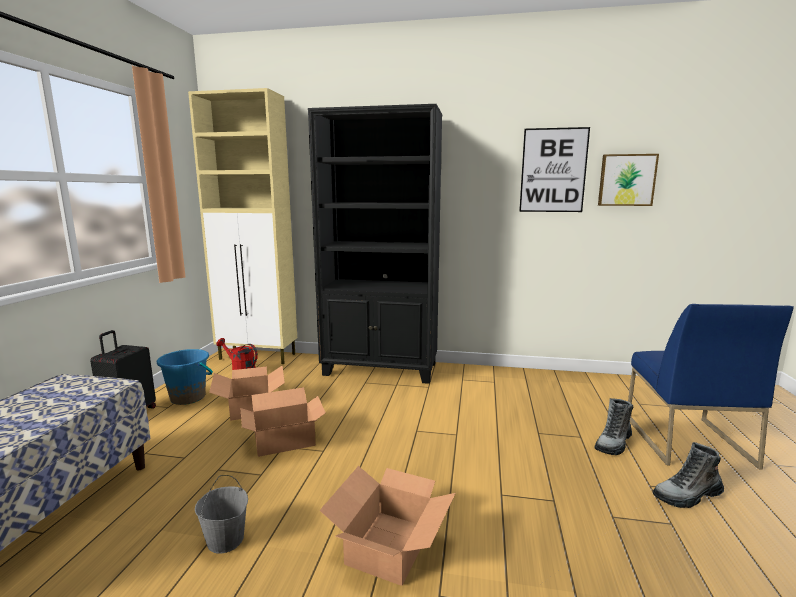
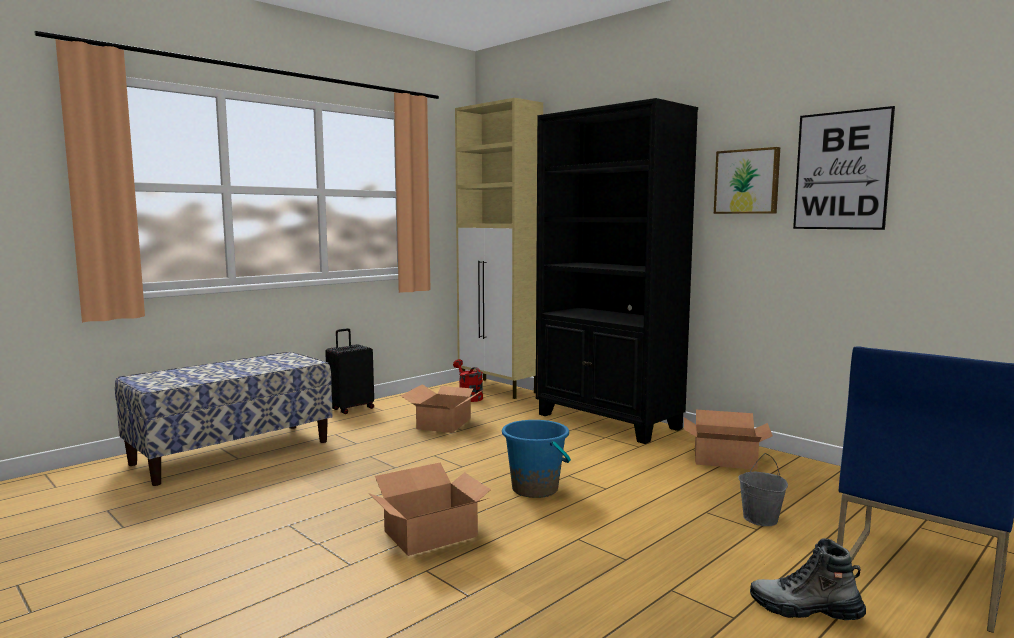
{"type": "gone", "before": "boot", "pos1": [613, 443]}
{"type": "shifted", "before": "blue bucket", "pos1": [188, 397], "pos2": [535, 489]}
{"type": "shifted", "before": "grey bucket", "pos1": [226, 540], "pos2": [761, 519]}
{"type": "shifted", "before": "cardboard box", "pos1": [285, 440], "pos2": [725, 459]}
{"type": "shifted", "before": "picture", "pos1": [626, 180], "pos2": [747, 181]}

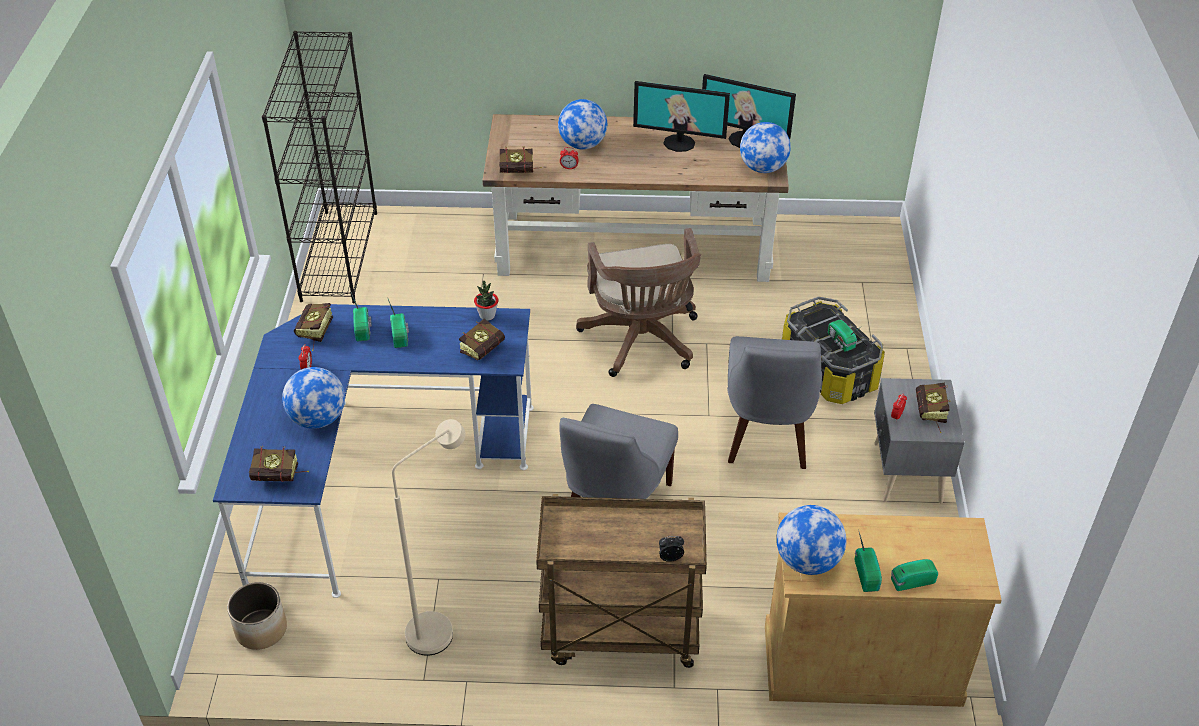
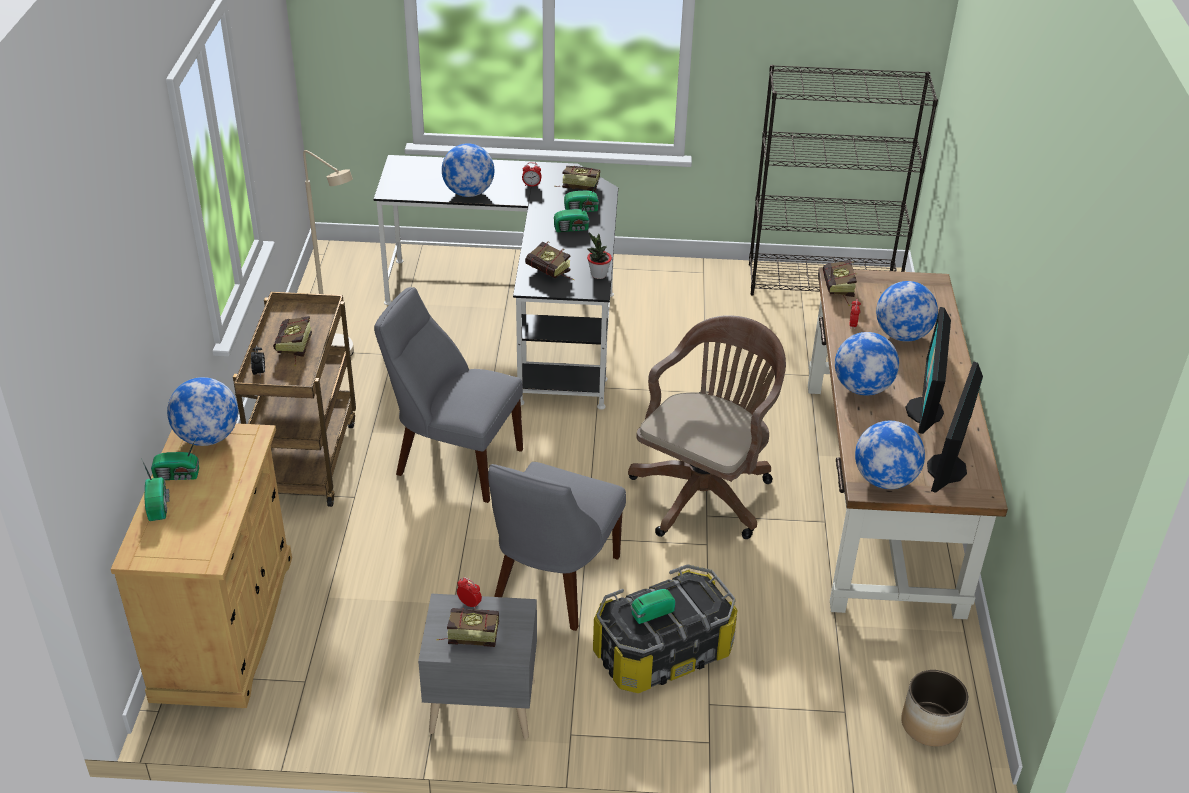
{"type": "new", "after": "globe", "pos2": [862, 388]}
{"type": "shifted", "before": "planter", "pos1": [262, 629], "pos2": [930, 725]}
{"type": "shifted", "before": "book", "pos1": [281, 476], "pos2": [293, 350]}
{"type": "repainted", "before": "blue desk", "after": "black desk", "pos1": [373, 471], "pos2": [522, 315]}
{"type": "rotated", "before": "brown office chair", "pos1": [642, 342], "pos2": [705, 490], "turn": 135}
{"type": "rotated", "before": "grey chair", "pos1": [767, 435], "pos2": [552, 584], "turn": -75}

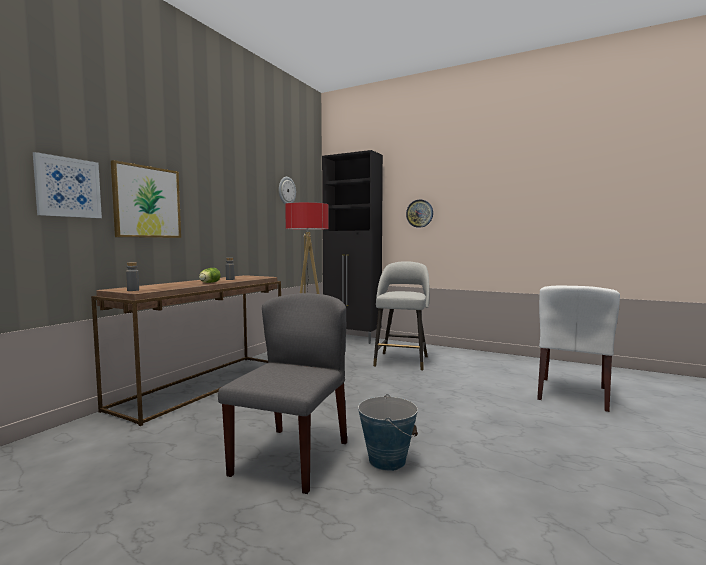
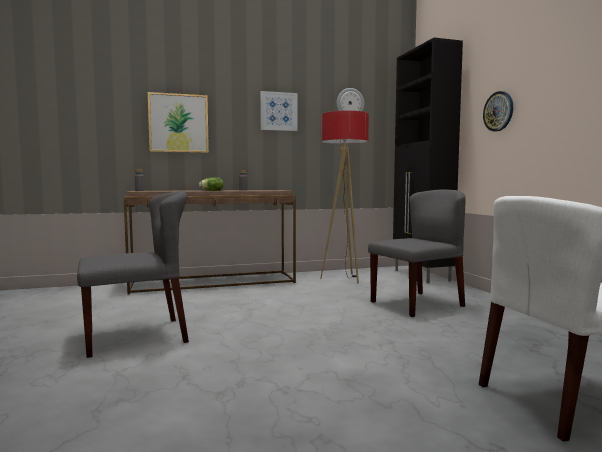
{"type": "gone", "before": "bucket", "pos1": [387, 460]}
{"type": "shifted", "before": "picture", "pos1": [68, 187], "pos2": [278, 111]}
{"type": "swapped", "before": "grey stool", "after": "grey chair", "pos1": [402, 361], "pos2": [417, 303]}

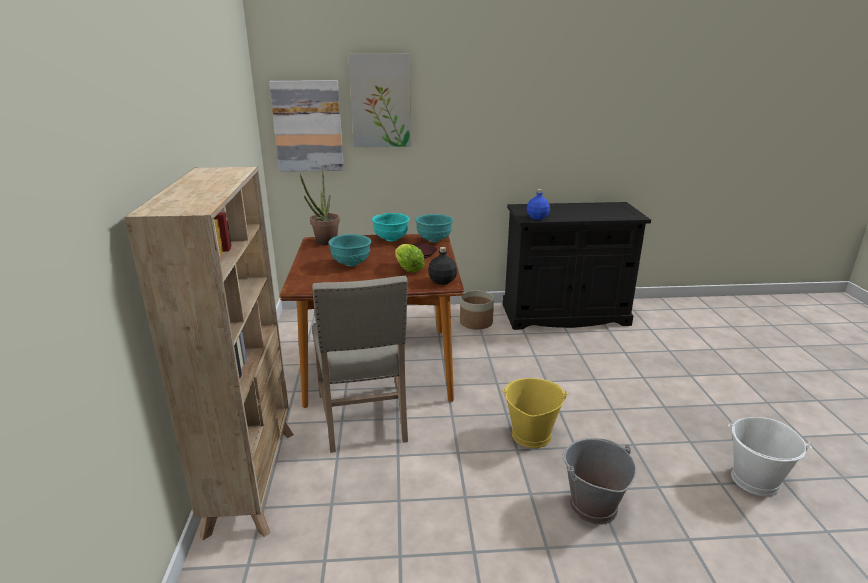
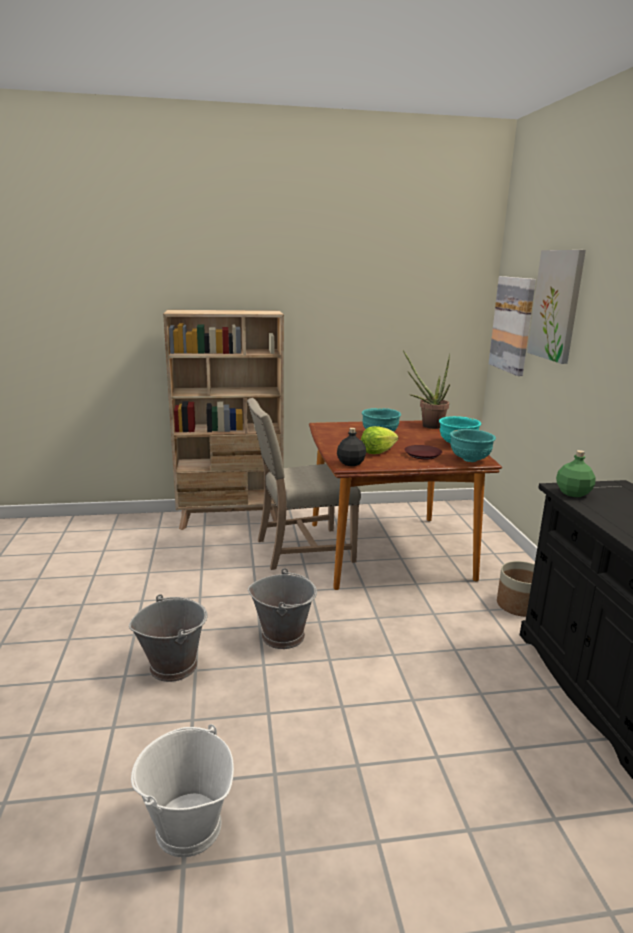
{"type": "repainted", "before": "yellow bucket", "after": "grey bucket", "pos1": [530, 435], "pos2": [283, 635]}
{"type": "repainted", "before": "blue bottle", "after": "green bottle", "pos1": [537, 217], "pos2": [573, 493]}

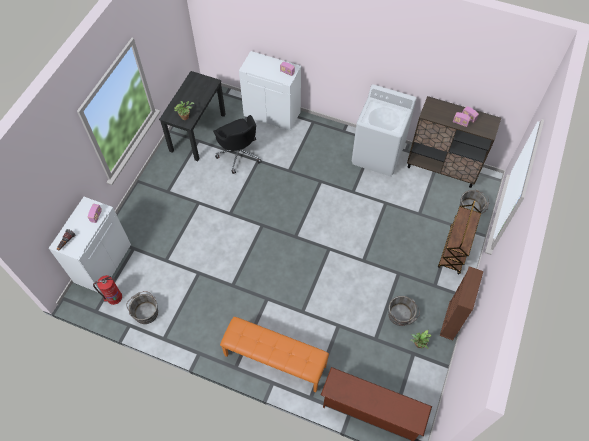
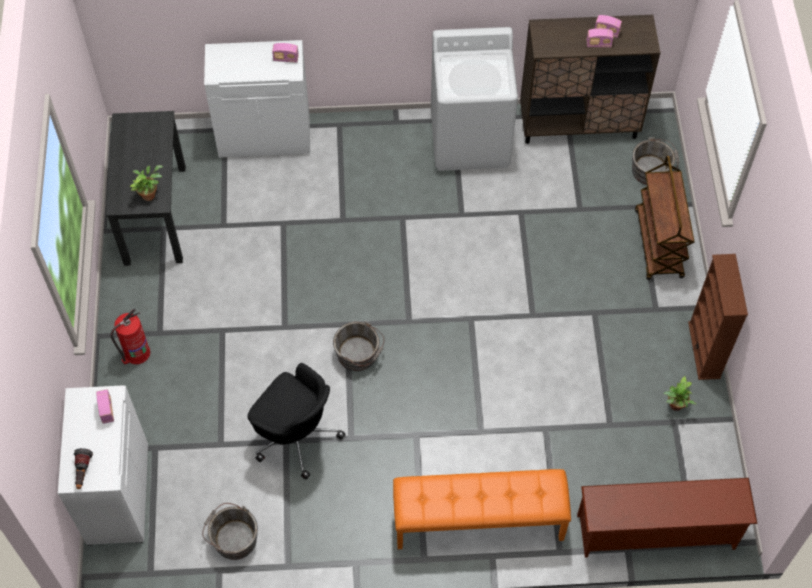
{"type": "shifted", "before": "fire extinguisher", "pos1": [114, 297], "pos2": [136, 353]}
{"type": "shifted", "before": "black office chair", "pos1": [239, 153], "pos2": [295, 435]}
{"type": "shifted", "before": "grey bucket", "pos1": [401, 315], "pos2": [359, 354]}

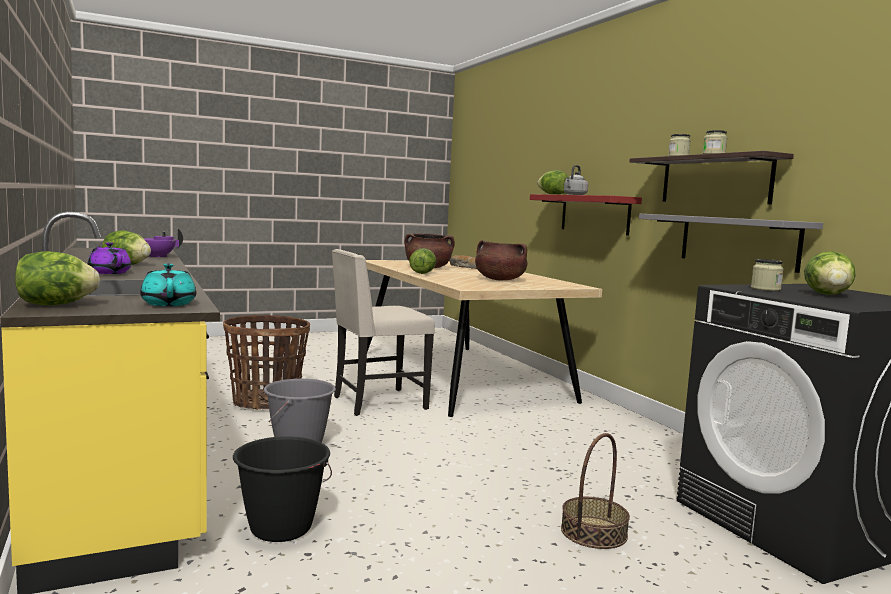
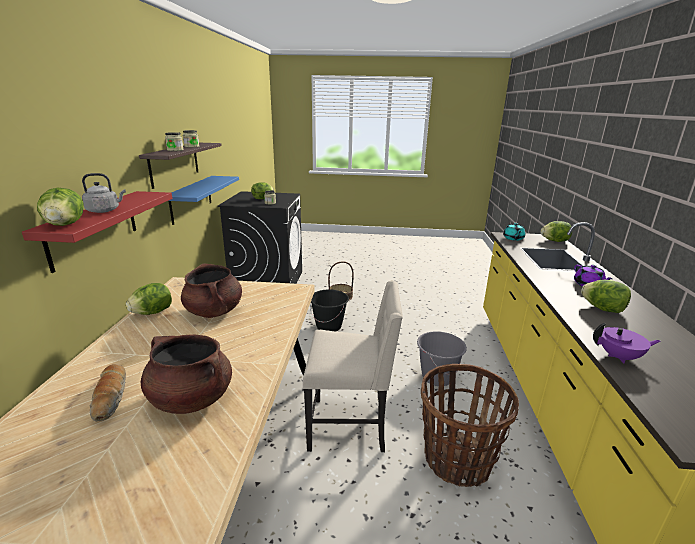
{"type": "shifted", "before": "black bucket", "pos1": [280, 528], "pos2": [329, 326]}
{"type": "shifted", "before": "lettuce", "pos1": [422, 273], "pos2": [153, 312]}
{"type": "repainted", "before": "grey shelf", "after": "blue shelf", "pos1": [738, 241], "pos2": [191, 198]}

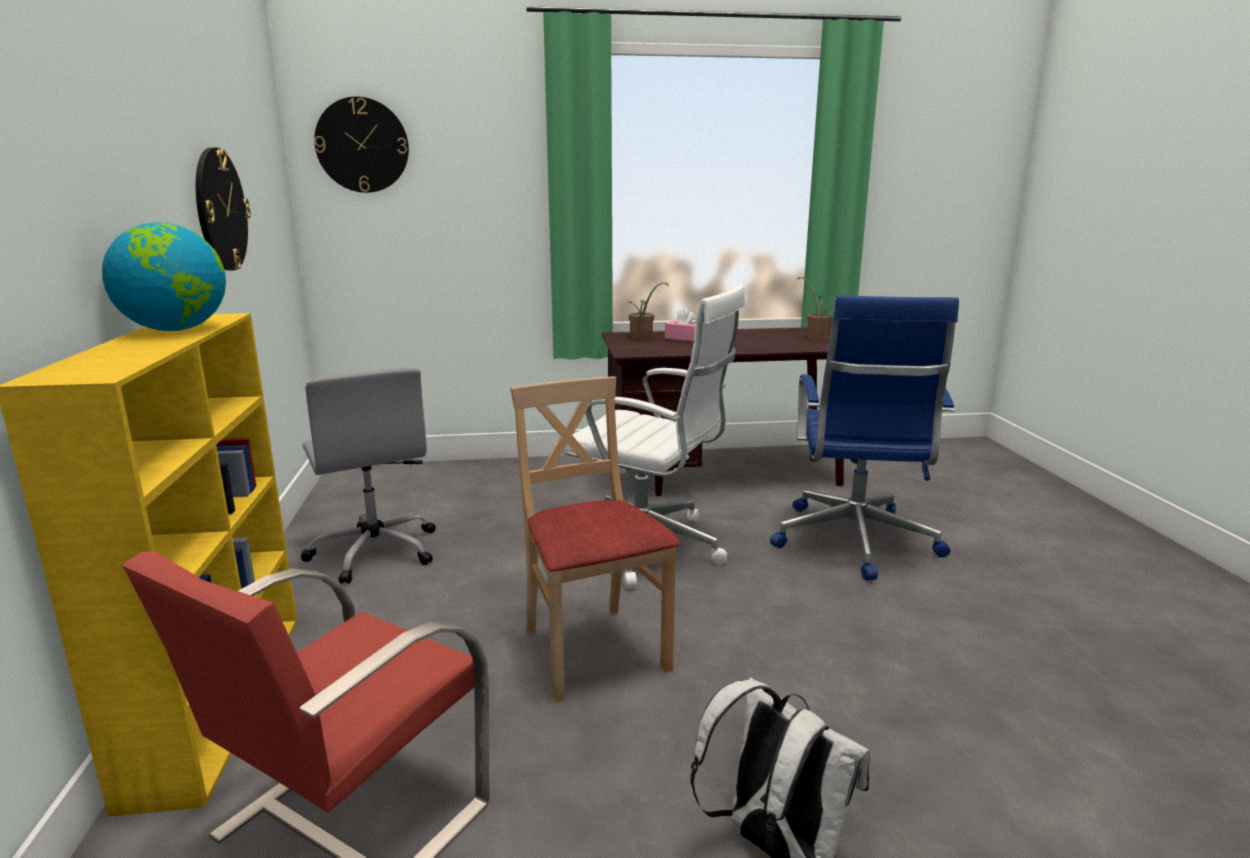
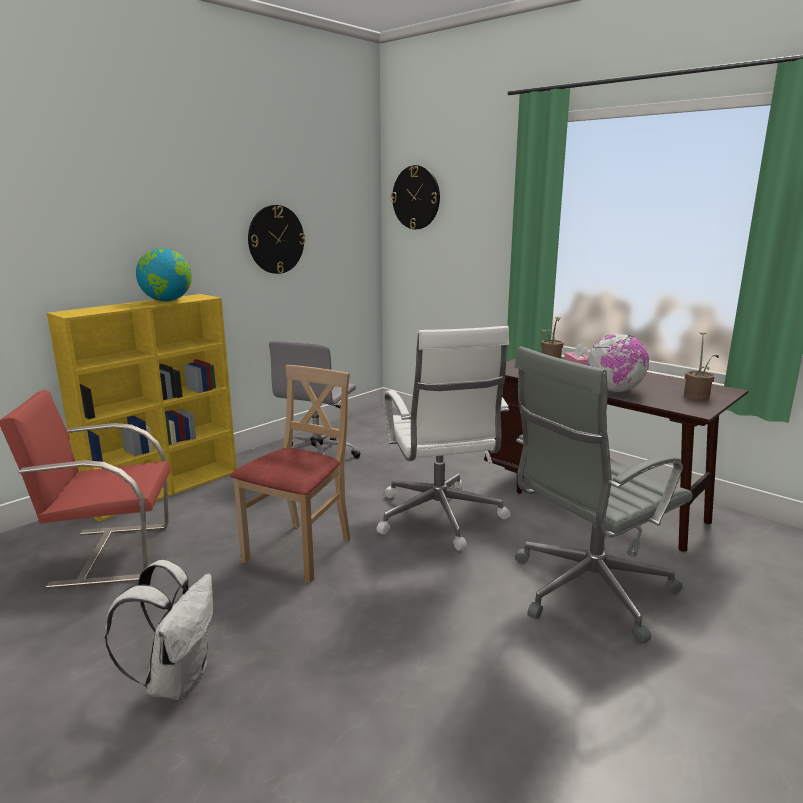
{"type": "new", "after": "globe", "pos2": [615, 390]}
{"type": "repainted", "before": "blue office chair", "after": "grey office chair", "pos1": [854, 542], "pos2": [586, 591]}

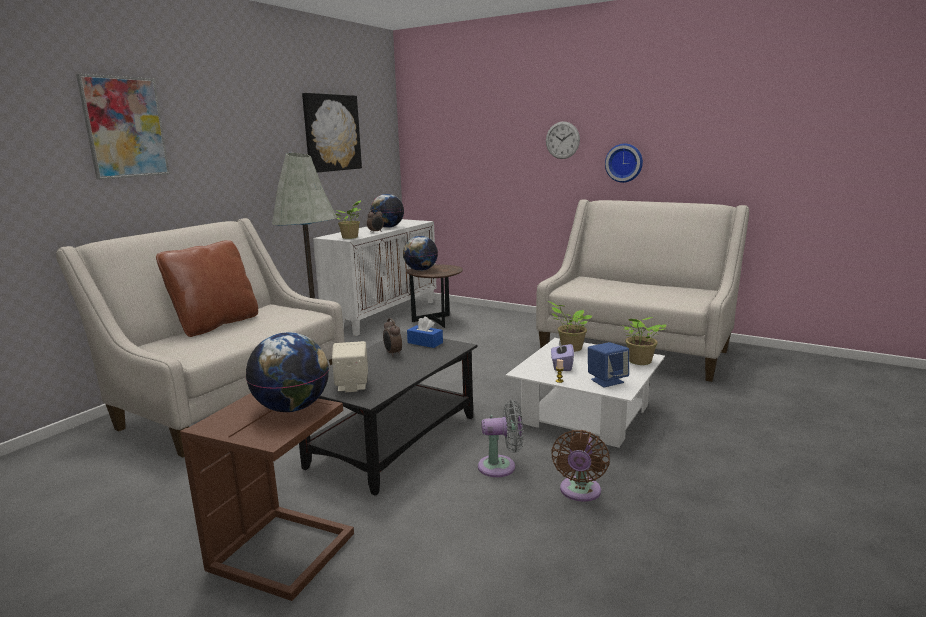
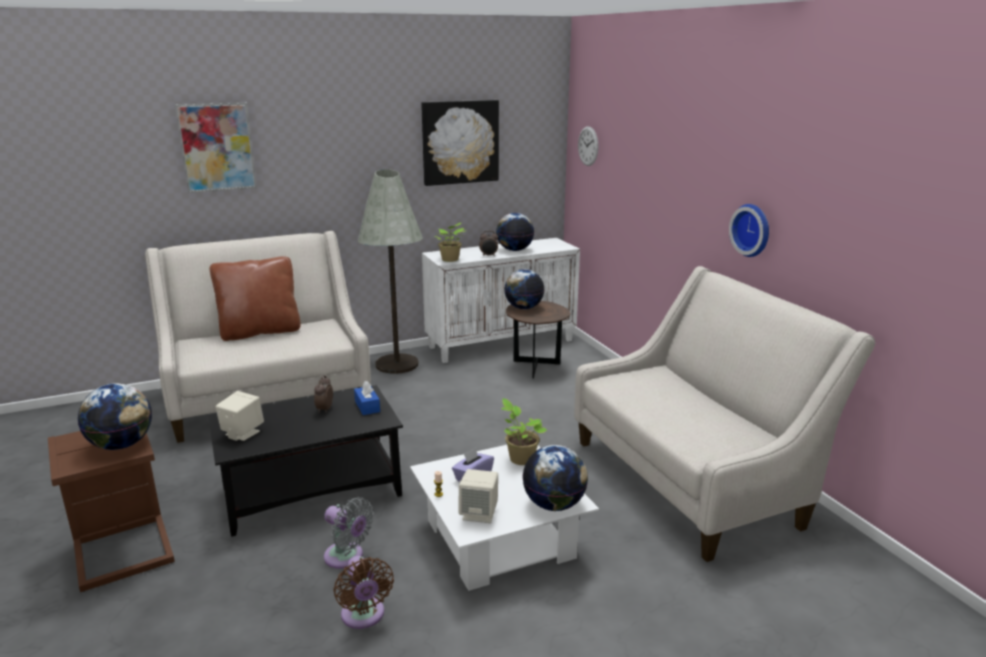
{"type": "shifted", "before": "wall clock", "pos1": [562, 140], "pos2": [588, 146]}
{"type": "swapped", "before": "potted plant", "after": "globe", "pos1": [639, 362], "pos2": [554, 505]}
{"type": "repainted", "before": "blue speaker", "after": "beige speaker", "pos1": [607, 381], "pos2": [479, 514]}
{"type": "rotated", "before": "brown fan", "pos1": [579, 492], "pos2": [363, 616], "turn": -75}

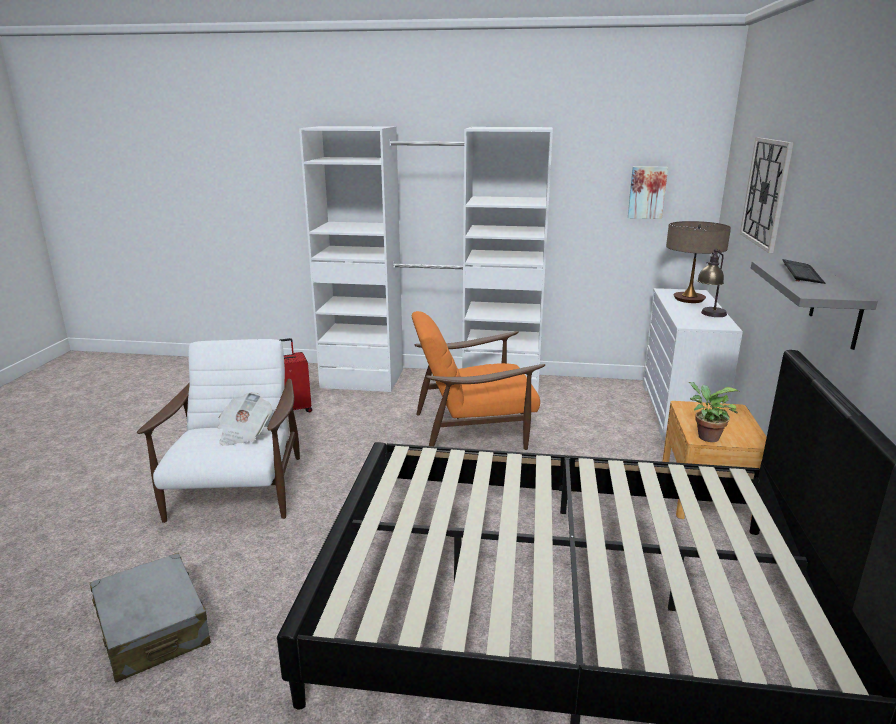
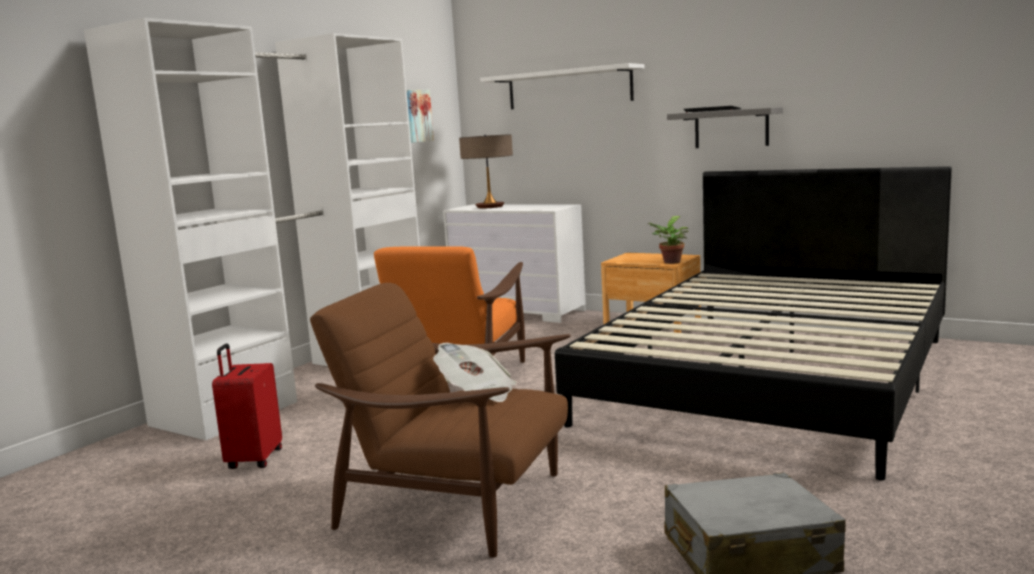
{"type": "gone", "before": "table lamp", "pos1": [709, 315]}
{"type": "swapped", "before": "wall clock", "after": "white shelf", "pos1": [766, 192], "pos2": [569, 88]}
{"type": "repainted", "before": "white armchair", "after": "brown armchair", "pos1": [237, 490], "pos2": [457, 502]}

